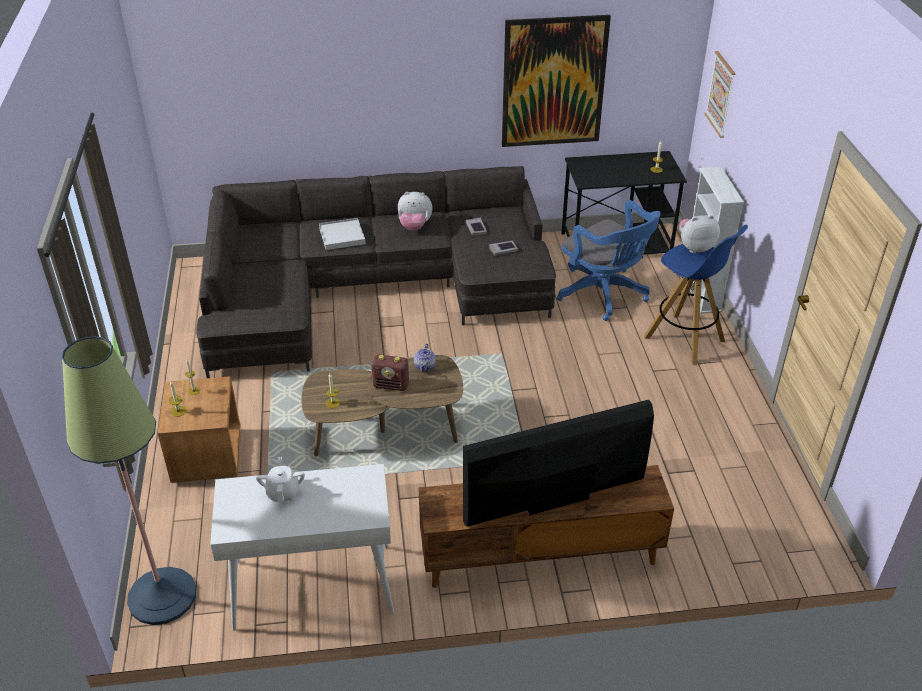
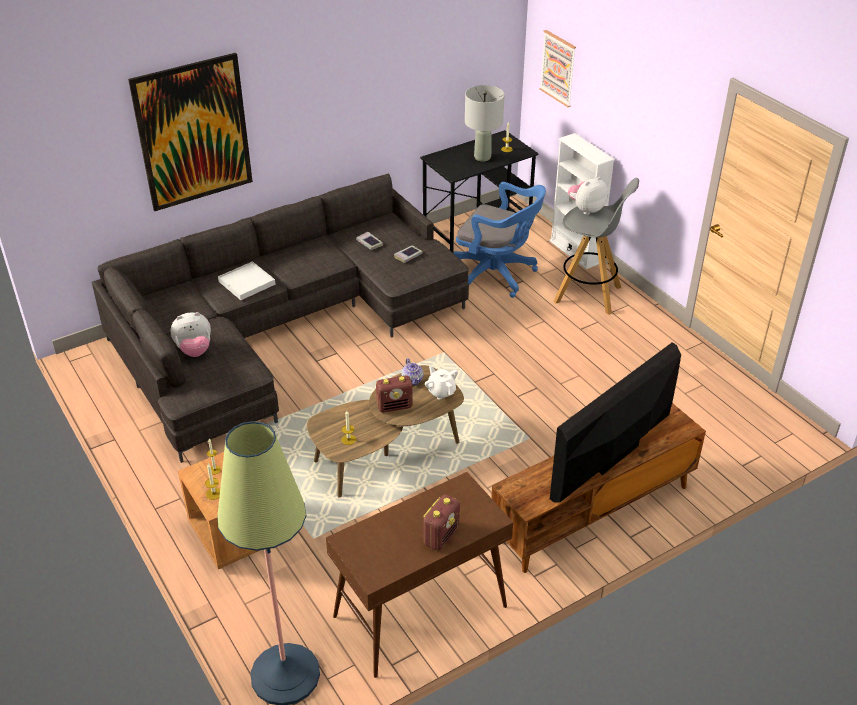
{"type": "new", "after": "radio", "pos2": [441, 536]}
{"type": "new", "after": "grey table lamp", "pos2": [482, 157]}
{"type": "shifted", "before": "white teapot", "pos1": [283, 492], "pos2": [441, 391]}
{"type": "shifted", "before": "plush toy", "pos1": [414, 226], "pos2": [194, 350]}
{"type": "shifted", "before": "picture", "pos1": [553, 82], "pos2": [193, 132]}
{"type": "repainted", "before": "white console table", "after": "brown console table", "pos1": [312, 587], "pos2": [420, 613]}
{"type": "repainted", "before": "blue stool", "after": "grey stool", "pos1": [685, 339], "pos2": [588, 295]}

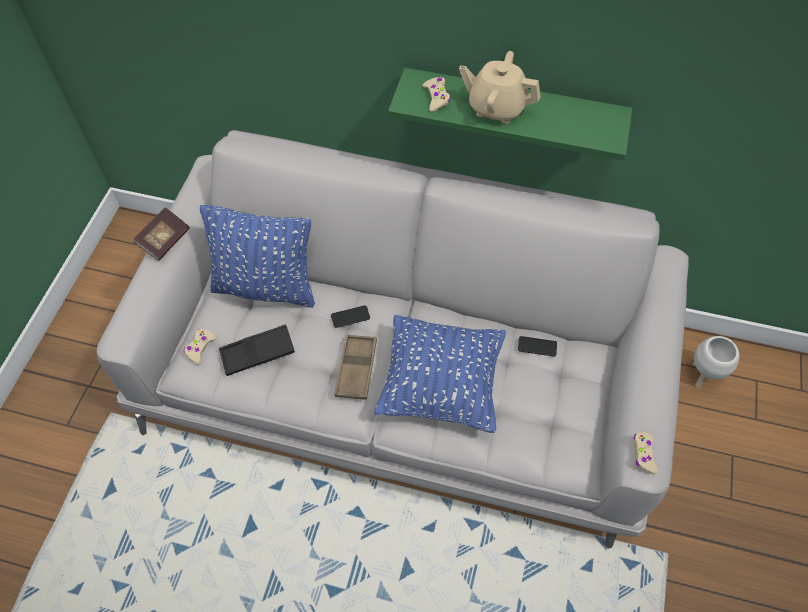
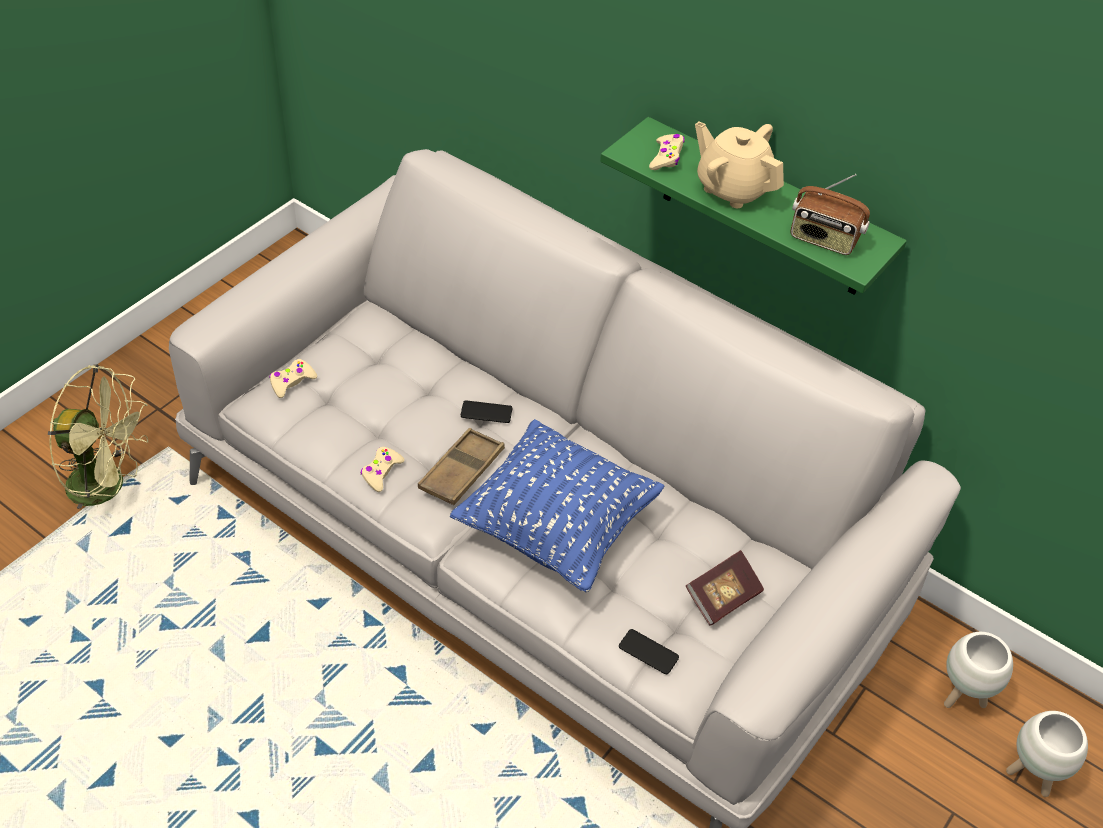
{"type": "gone", "before": "blue pillow", "pos1": [266, 287]}
{"type": "gone", "before": "black tray", "pos1": [257, 353]}
{"type": "new", "after": "green fan", "pos2": [109, 486]}
{"type": "new", "after": "radio", "pos2": [823, 239]}
{"type": "new", "after": "white planter", "pos2": [1031, 775]}
{"type": "shifted", "before": "book", "pos1": [164, 241], "pos2": [722, 597]}
{"type": "shifted", "before": "phone", "pos1": [537, 346], "pos2": [648, 652]}
{"type": "shifted", "before": "beige game controller", "pos1": [643, 454], "pos2": [381, 472]}

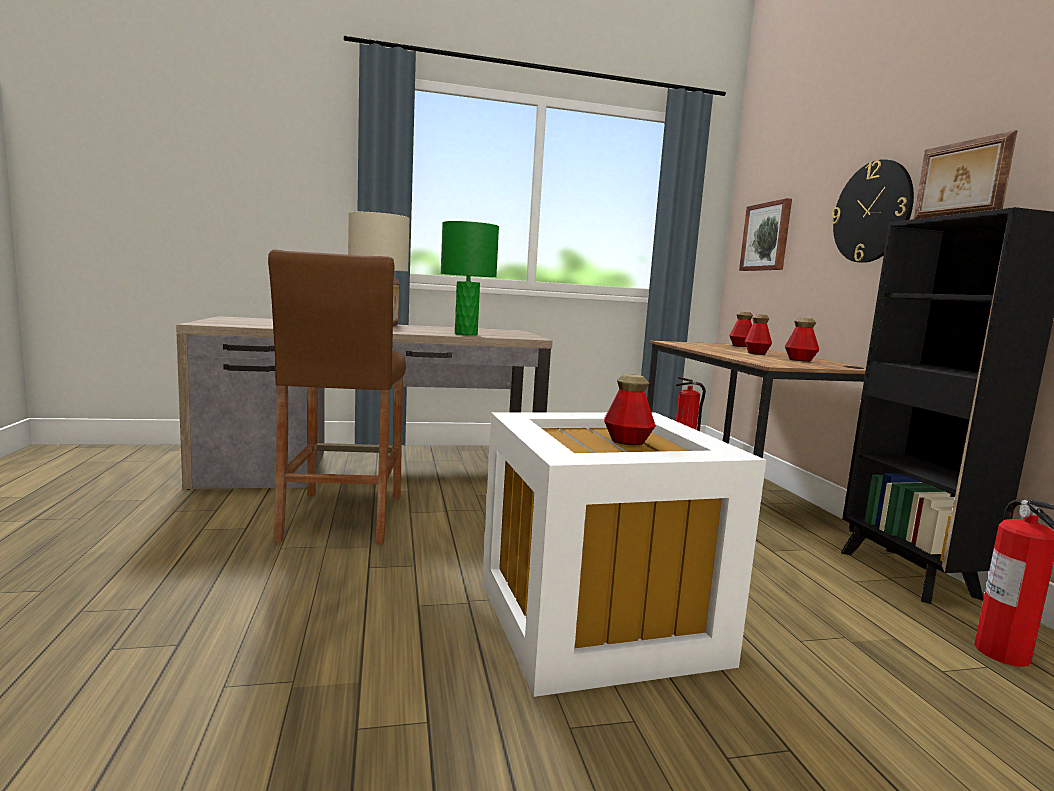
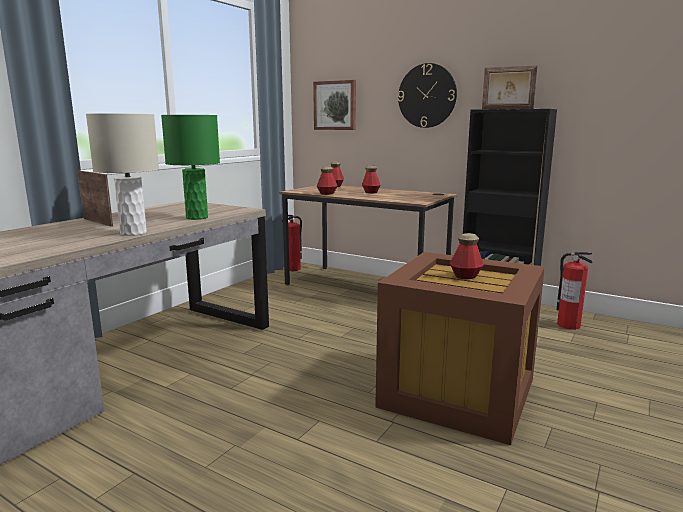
{"type": "gone", "before": "brown stool", "pos1": [342, 517]}
{"type": "shifted", "before": "bottle", "pos1": [800, 360], "pos2": [327, 193]}
{"type": "repainted", "before": "white storage box", "after": "brown storage box", "pos1": [599, 619], "pos2": [456, 391]}

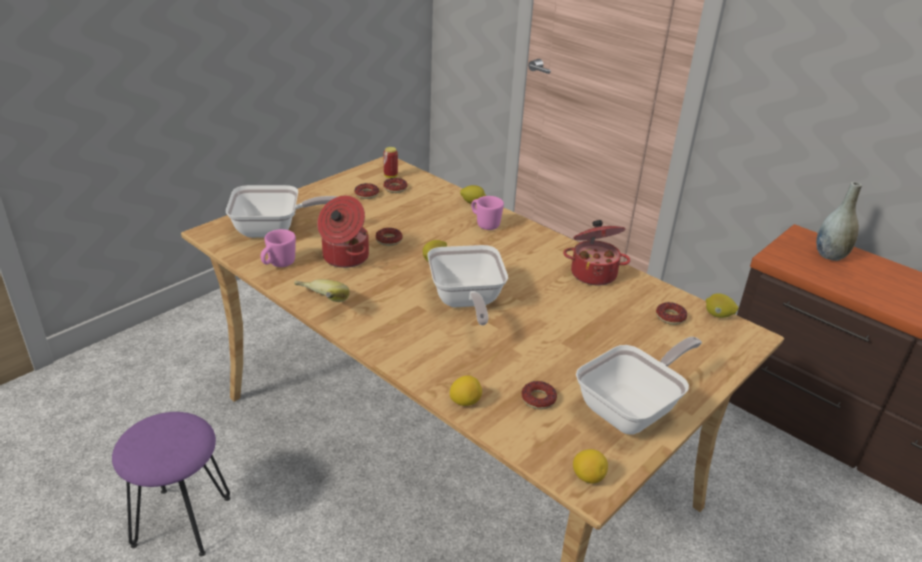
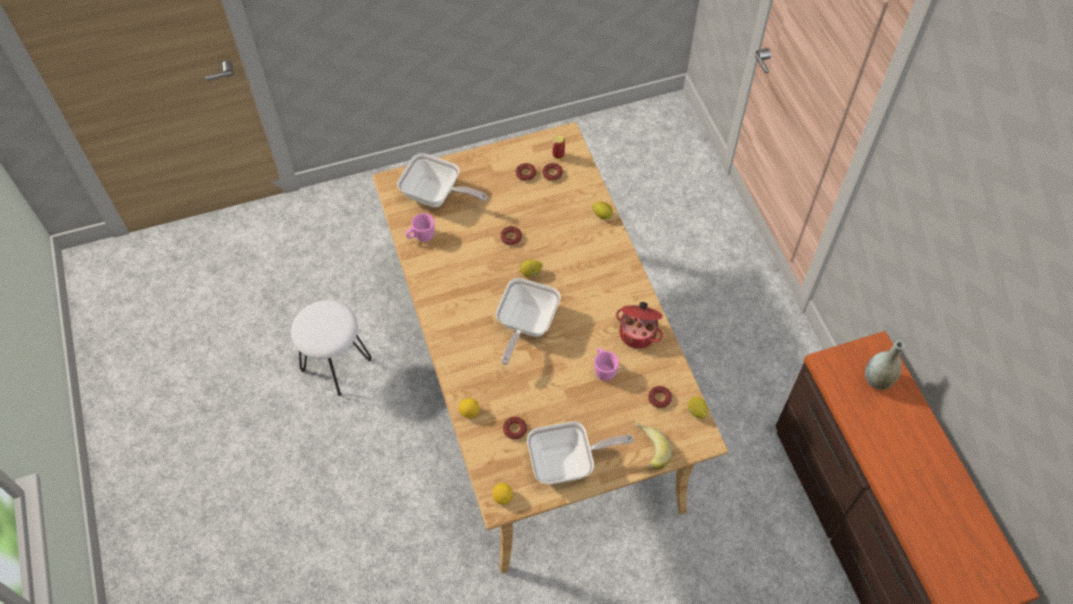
{"type": "gone", "before": "cooking pot", "pos1": [344, 257]}
{"type": "shifted", "before": "banana", "pos1": [319, 305], "pos2": [647, 451]}
{"type": "shifted", "before": "pink mug", "pos1": [484, 224], "pos2": [603, 369]}
{"type": "repainted", "before": "purple stool", "after": "white stool", "pos1": [181, 521], "pos2": [336, 364]}

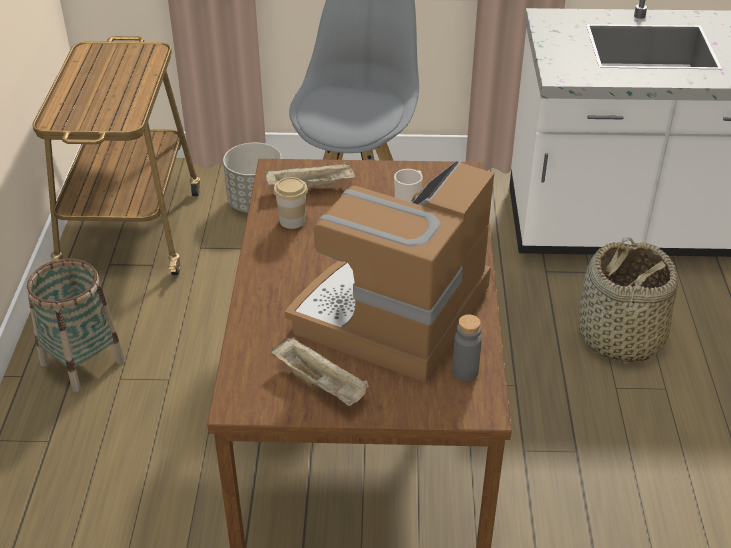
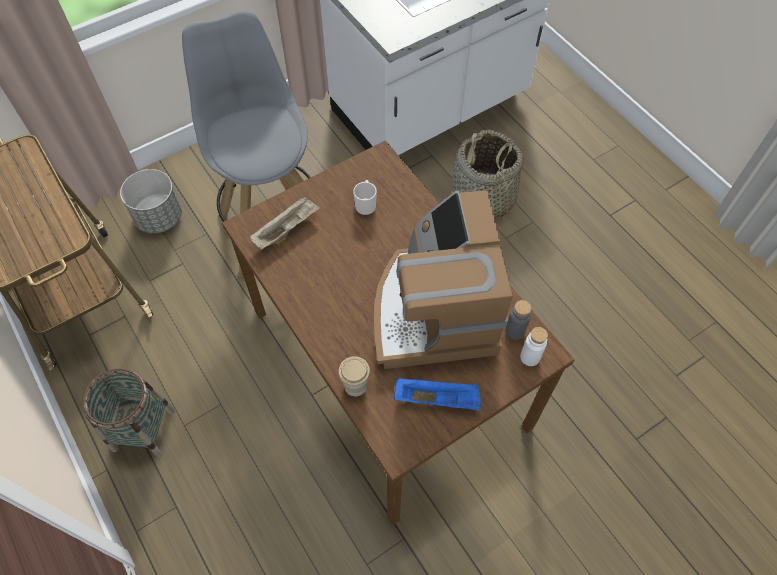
{"type": "new", "after": "white bottle", "pos2": [530, 357]}
{"type": "shifted", "before": "cup", "pos1": [292, 221], "pos2": [355, 385]}
{"type": "repainted", "before": "beige tray", "after": "blue tray", "pos1": [321, 385], "pos2": [438, 399]}

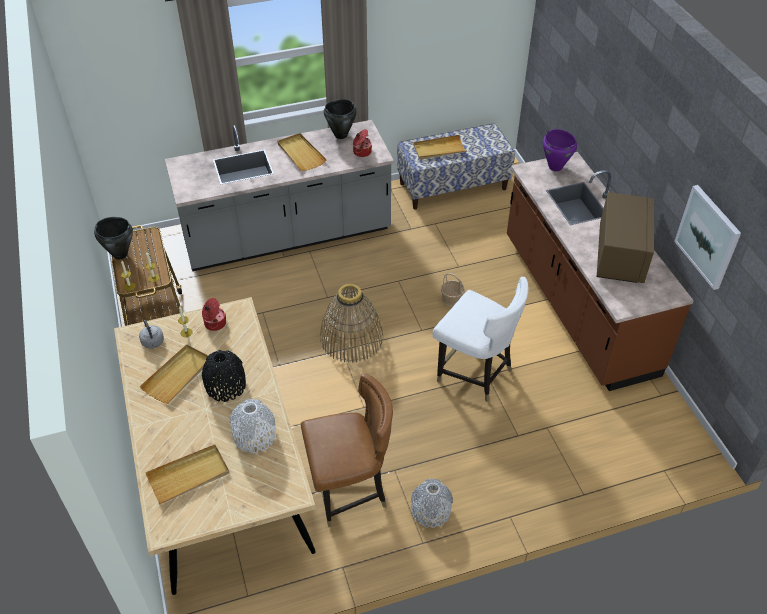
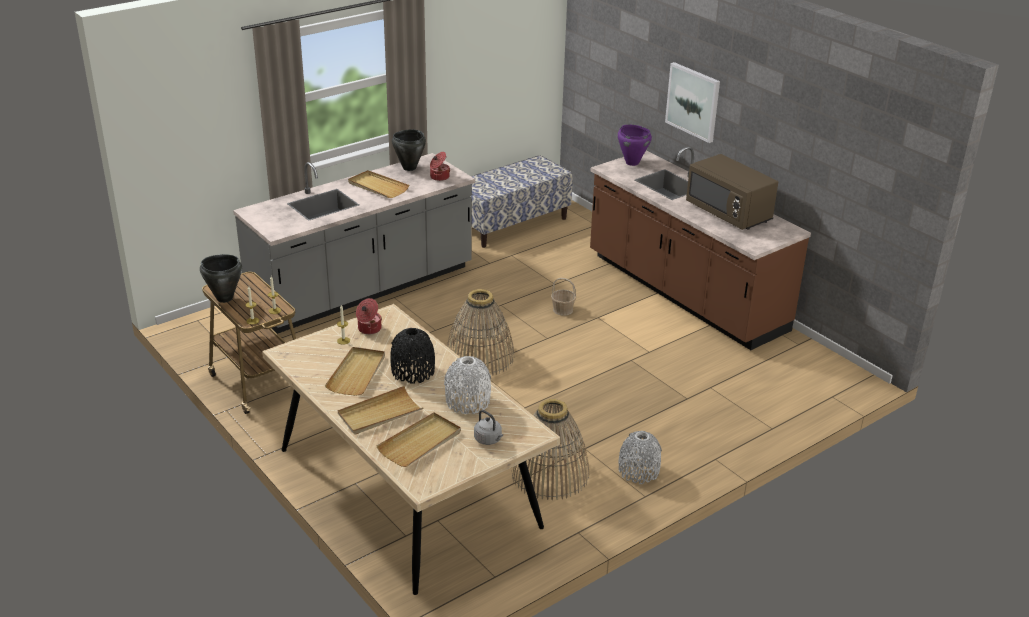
{"type": "gone", "before": "white chair", "pos1": [475, 373]}
{"type": "shifted", "before": "grey kettle", "pos1": [153, 343], "pos2": [489, 440]}
{"type": "shifted", "before": "beige tray", "pos1": [439, 149], "pos2": [380, 413]}
{"type": "shifted", "before": "picture", "pos1": [708, 236], "pos2": [693, 101]}
{"type": "swapped", "before": "brown chair", "after": "basket", "pos1": [349, 491], "pos2": [550, 474]}
{"type": "rotated", "before": "brown microwave", "pos1": [619, 255], "pos2": [729, 213], "turn": 150}

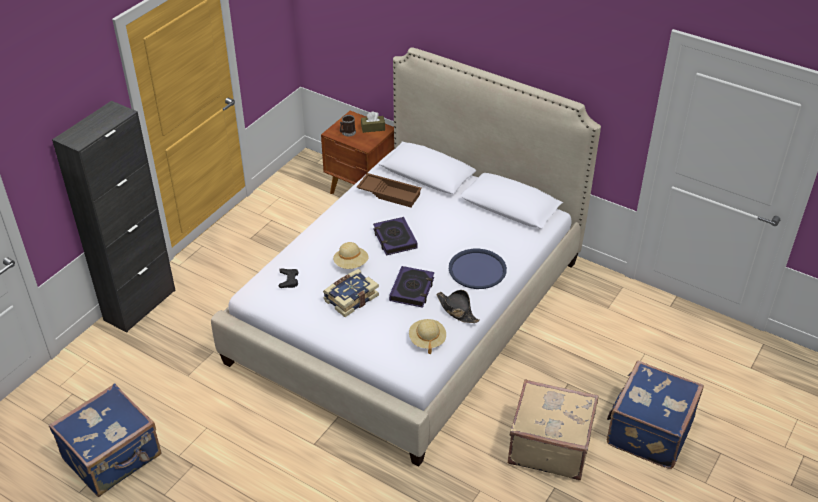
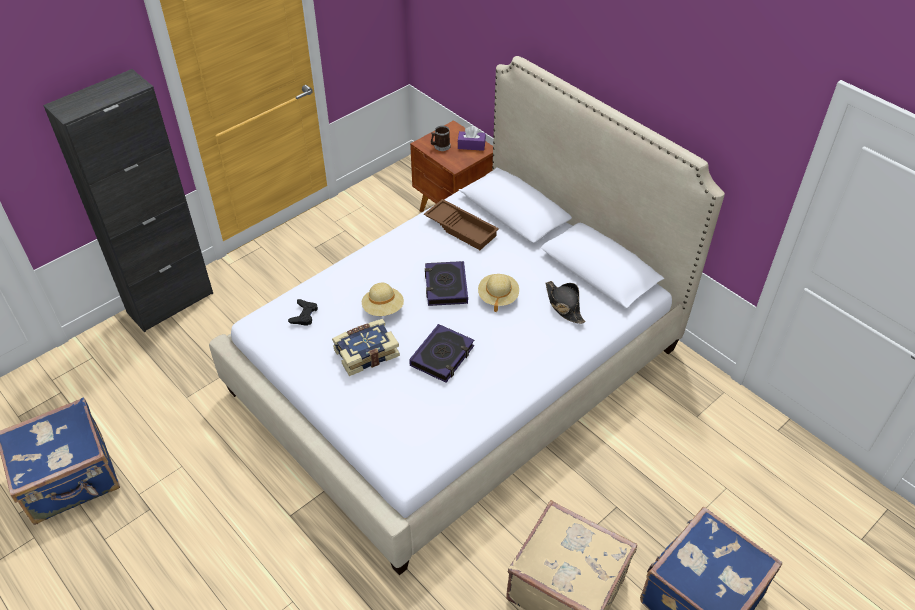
{"type": "gone", "before": "blue tray", "pos1": [477, 270]}
{"type": "shifted", "before": "beige hat", "pos1": [427, 340], "pos2": [498, 296]}
{"type": "shifted", "before": "black hat", "pos1": [457, 310], "pos2": [564, 305]}
{"type": "repainted", "before": "brown tissue box", "after": "purple tissue box", "pos1": [373, 128], "pos2": [471, 145]}

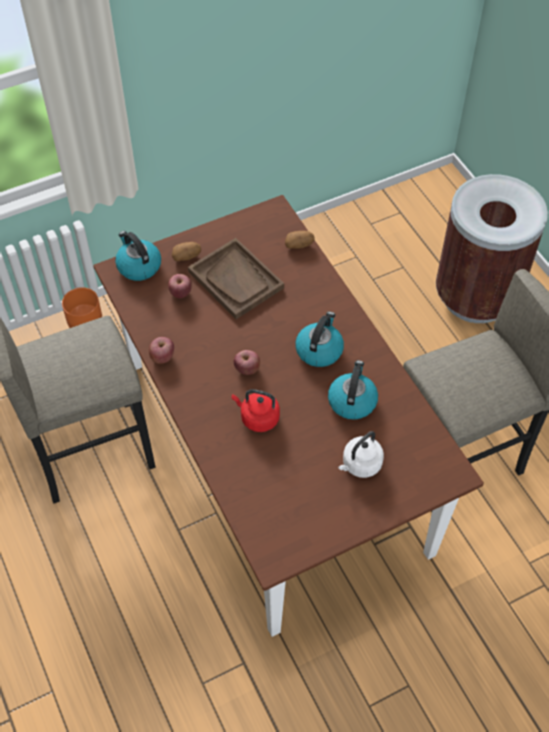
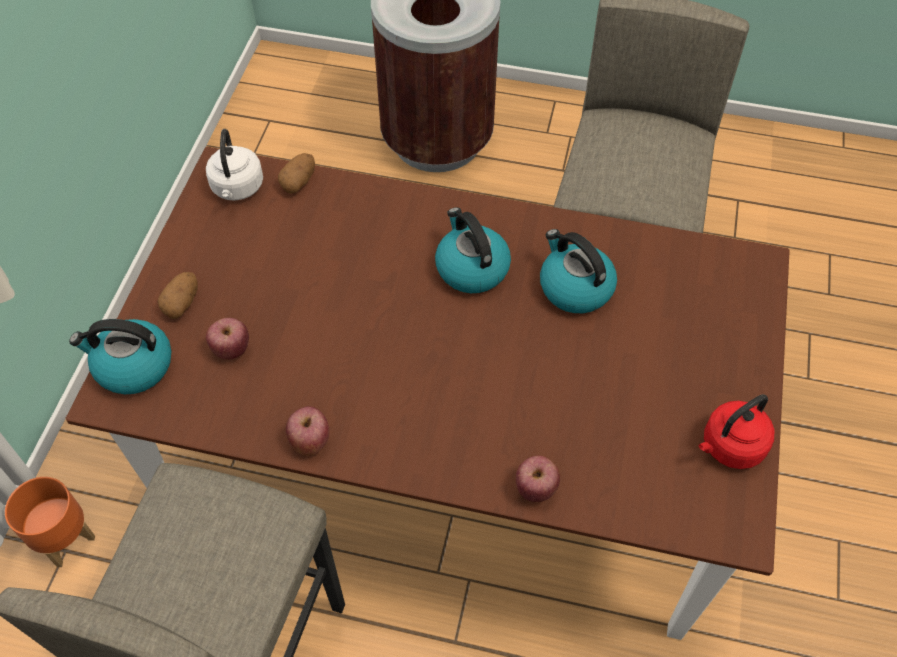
{"type": "gone", "before": "brown tray", "pos1": [236, 280]}
{"type": "shifted", "before": "red kettle", "pos1": [258, 418], "pos2": [730, 447]}
{"type": "shifted", "before": "apple", "pos1": [247, 369], "pos2": [536, 488]}
{"type": "shifted", "before": "white kettle", "pos1": [360, 465], "pos2": [237, 188]}

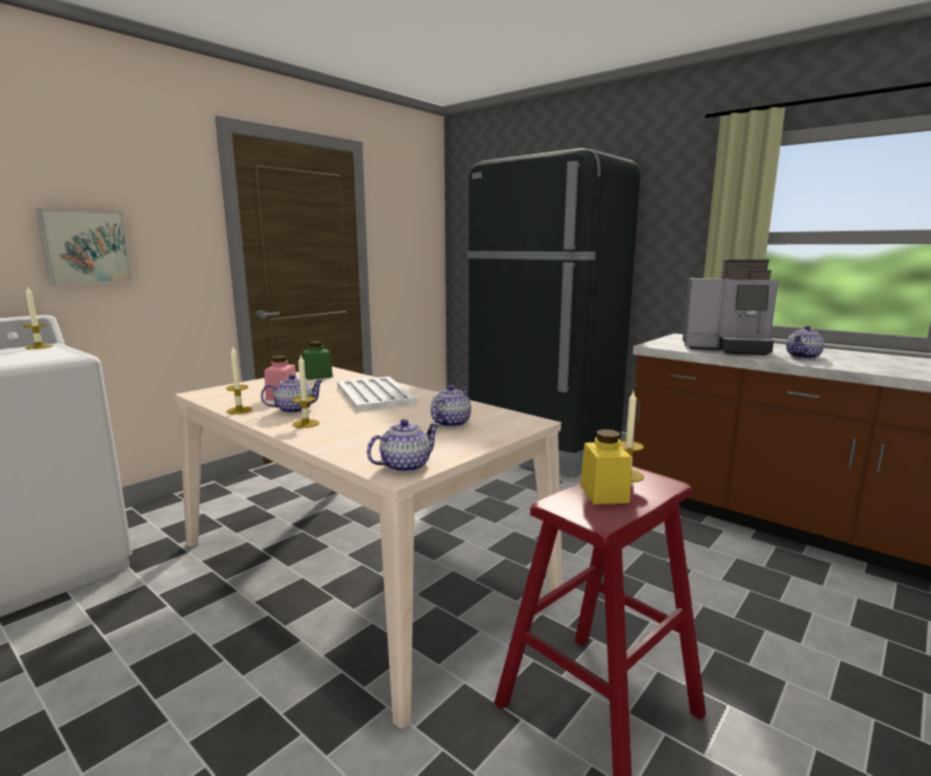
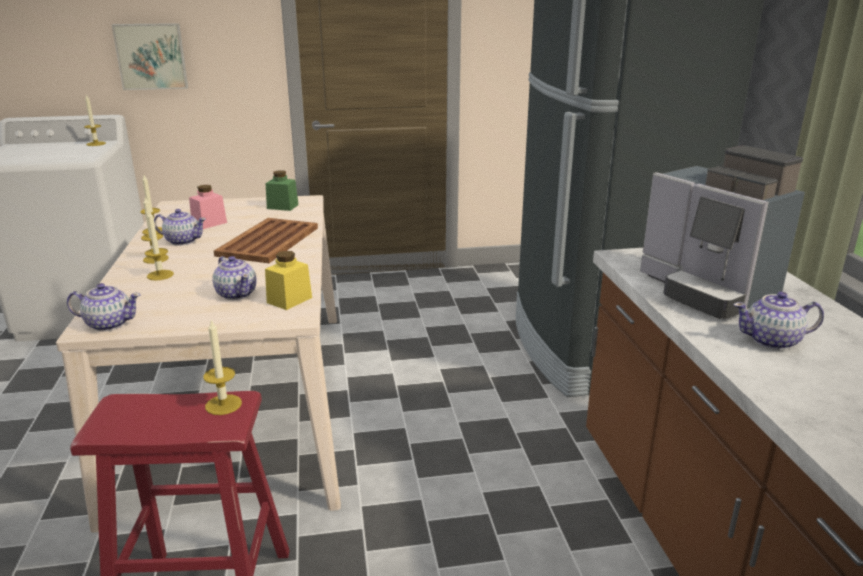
{"type": "new", "after": "candle", "pos2": [160, 275]}
{"type": "shifted", "before": "yellow jar", "pos1": [604, 493], "pos2": [289, 300]}
{"type": "repainted", "before": "white tray", "after": "brown tray", "pos1": [374, 395], "pos2": [267, 242]}
{"type": "rotated", "before": "teapot", "pos1": [450, 423], "pos2": [236, 294], "turn": 75}

